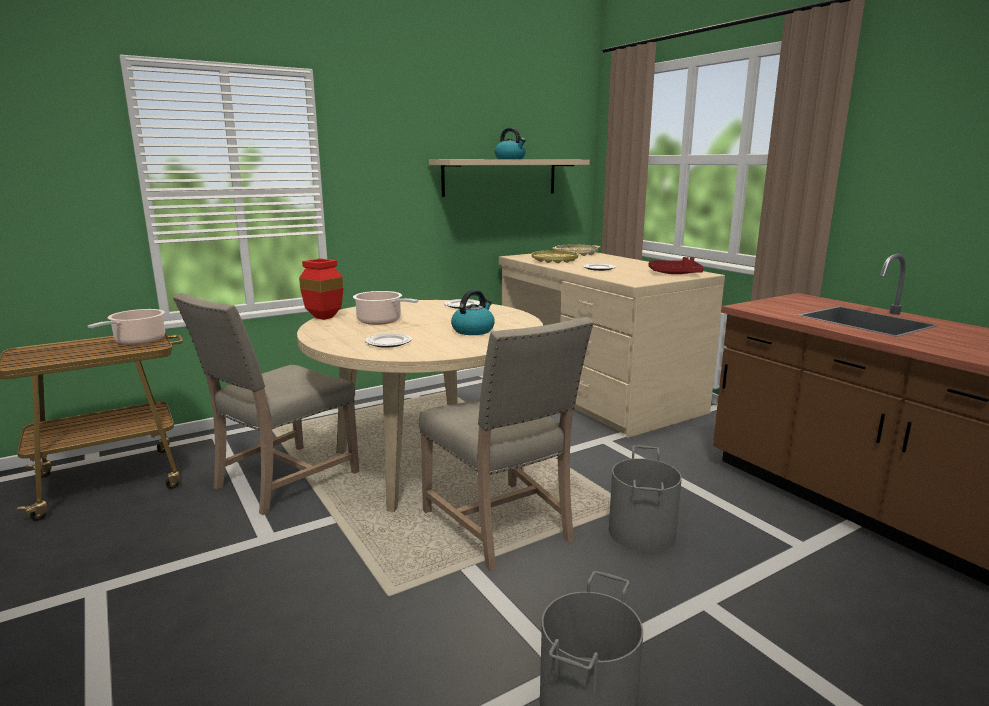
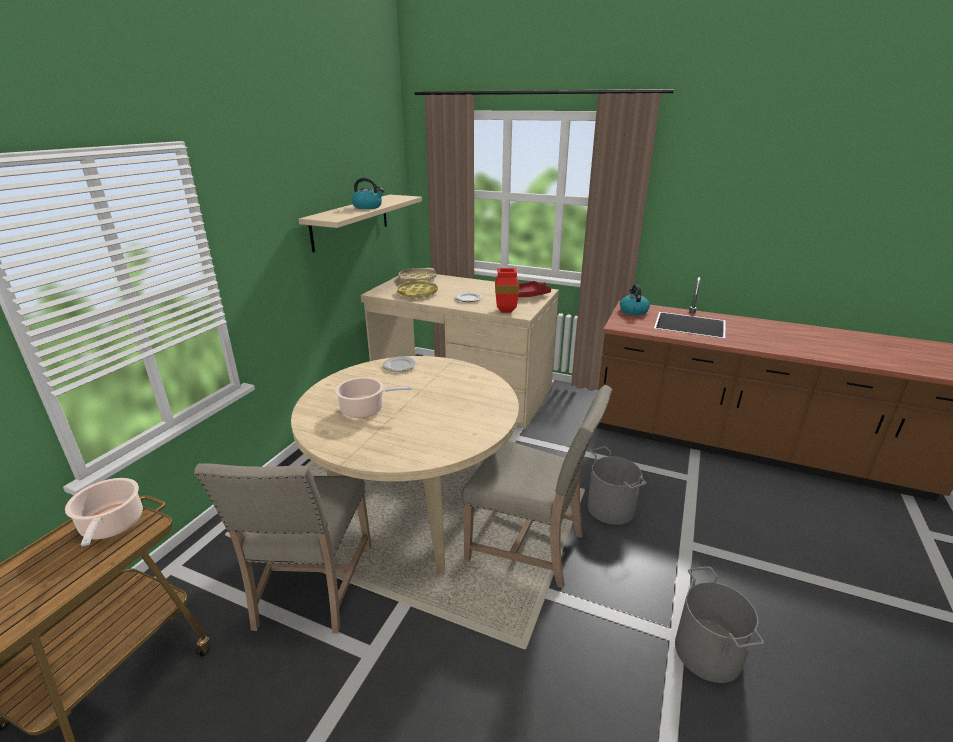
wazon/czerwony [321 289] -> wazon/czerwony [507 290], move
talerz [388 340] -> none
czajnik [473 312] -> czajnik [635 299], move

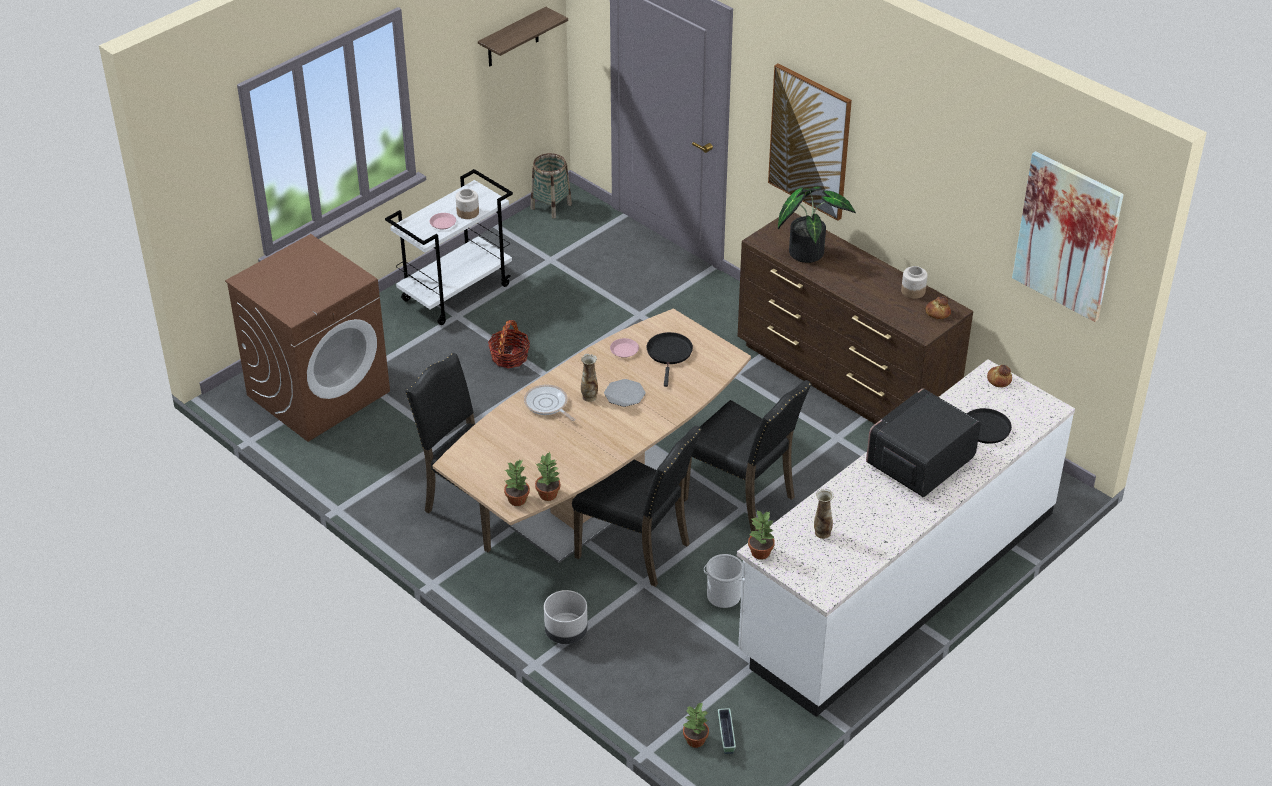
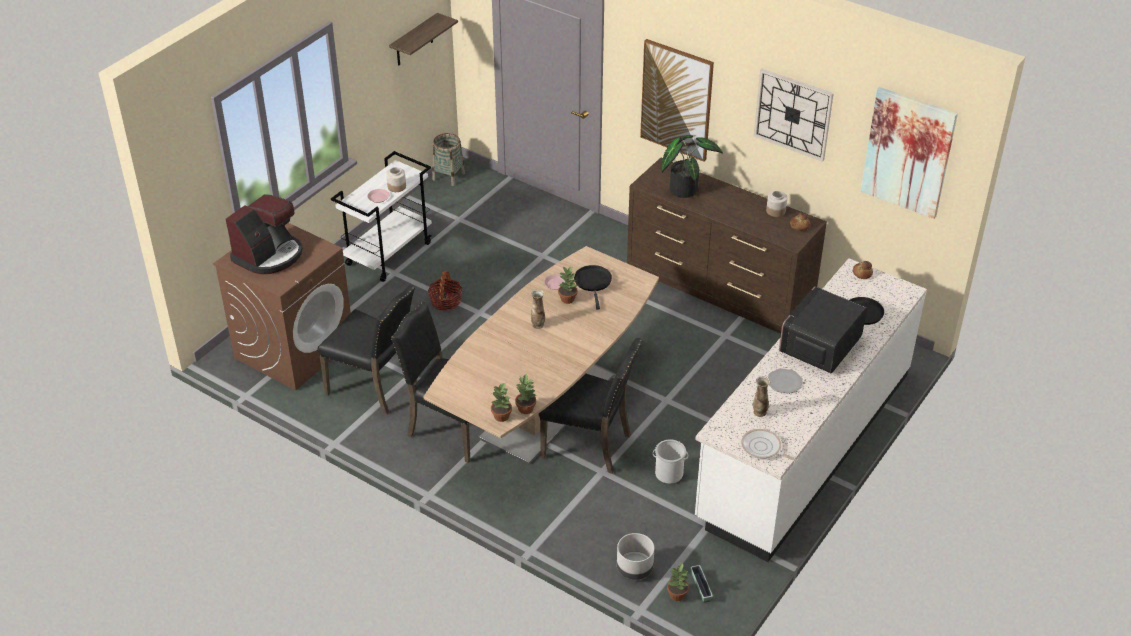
patelnia [549 403] -> patelnia [769 445], move
donica/szary [566 617] -> donica/szary [636 556], move
talerz [625 393] -> talerz [785 381], move
krzesło/czarny [748 455] -> krzesło/czarny [367 350], move
roślina doniczkowa [761 535] -> roślina doniczkowa [568 285], move
none -> ekspres do kawy [264 234]
none -> zegar ścienny [794 115]

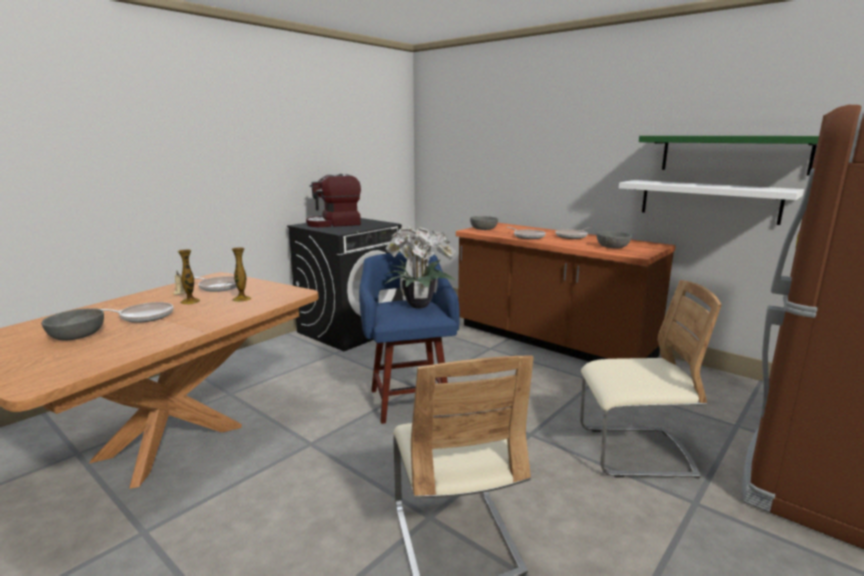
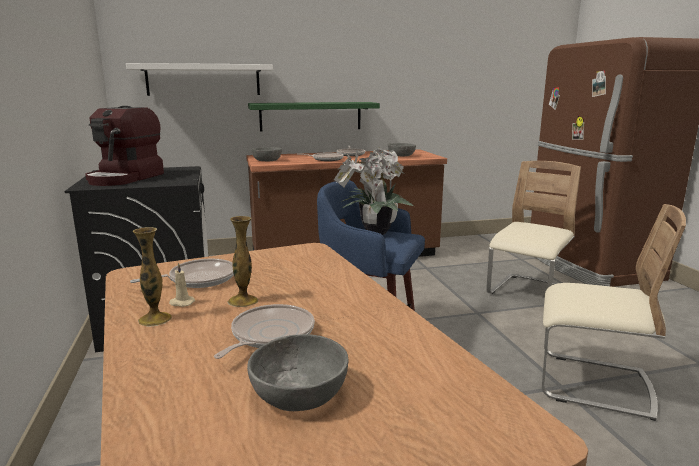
wazon [241 275] -> wazon [152 277], move
półka/biały [711 202] -> półka/biały [199 79], move
półka/zielony [729 156] -> półka/zielony [314 117], move

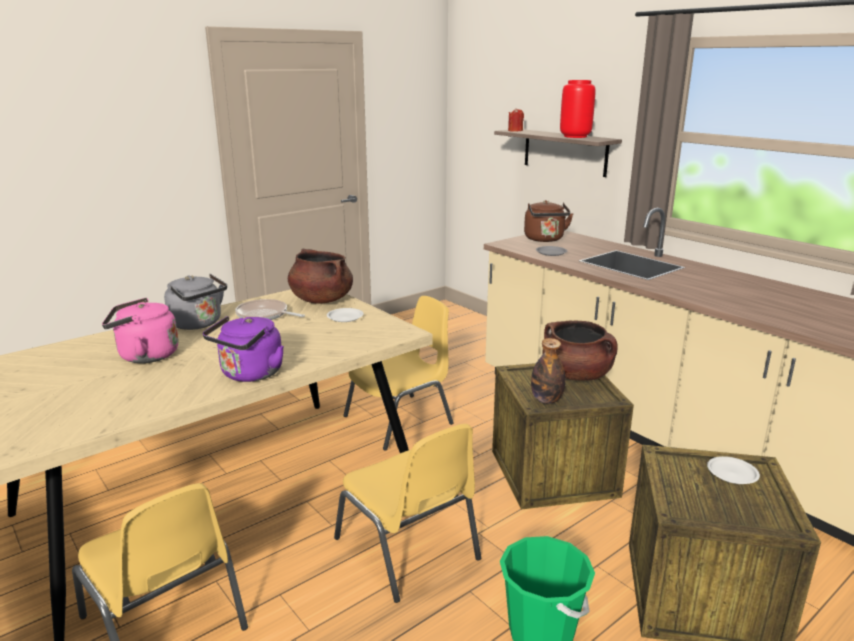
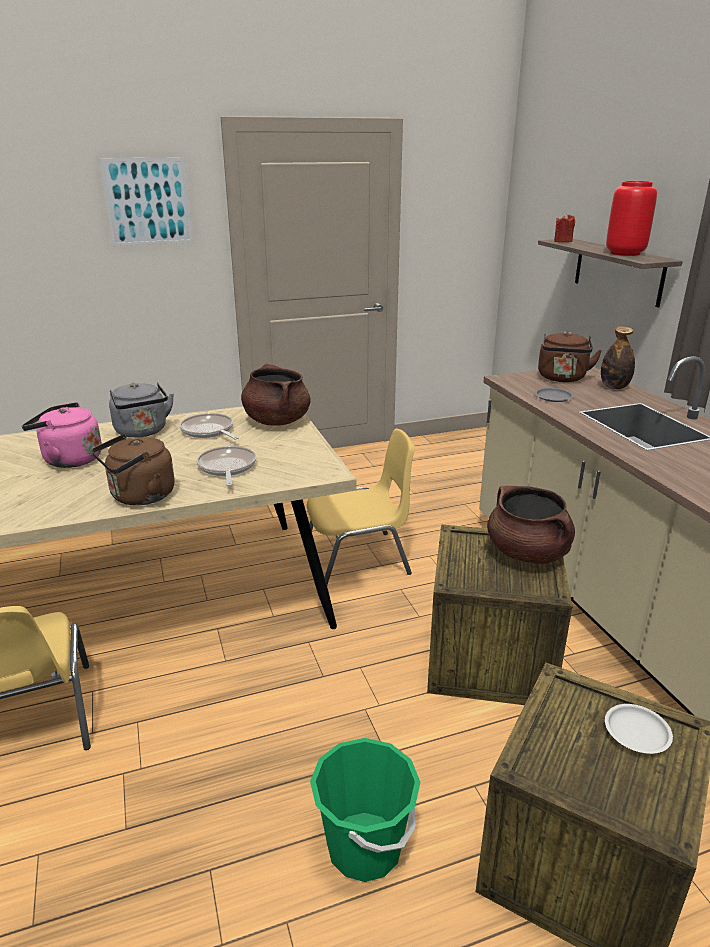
czajnik/fioletowy [243 349] -> czajnik/brązowy [133 469]
talerz/biały [345 315] -> none
krzesło/żółty [407 513] -> none
butelka [548 371] -> butelka [618 357], move
none -> obraz [146 201]
none -> patelnia [226 466]

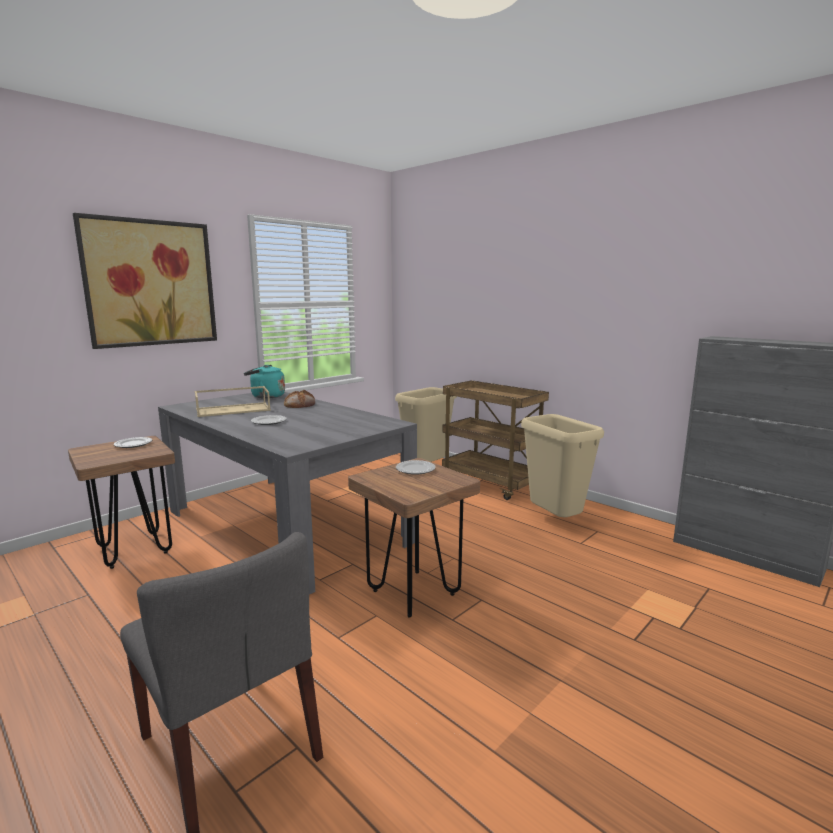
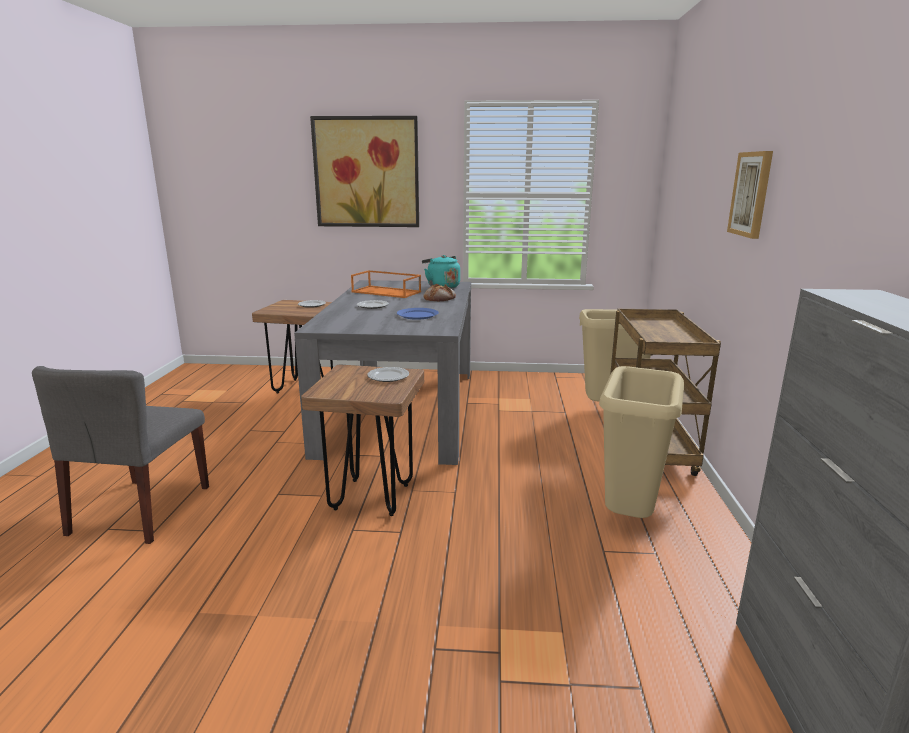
taca/beżowy [233 401] -> taca/pomarańczowy [386 284]
none -> talerz/niebieski [418 314]
none -> obraz [750 195]

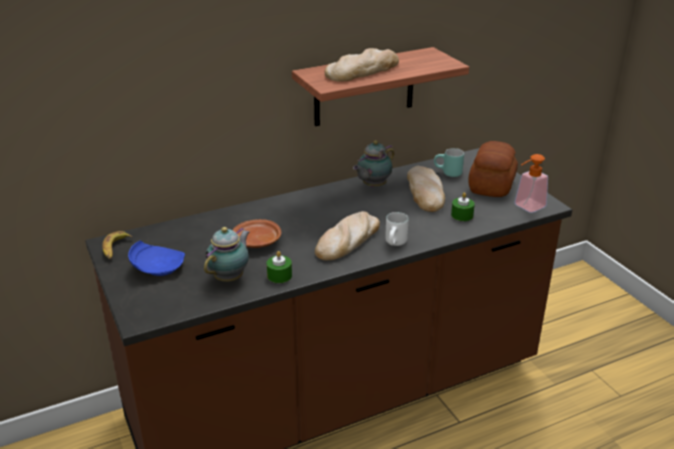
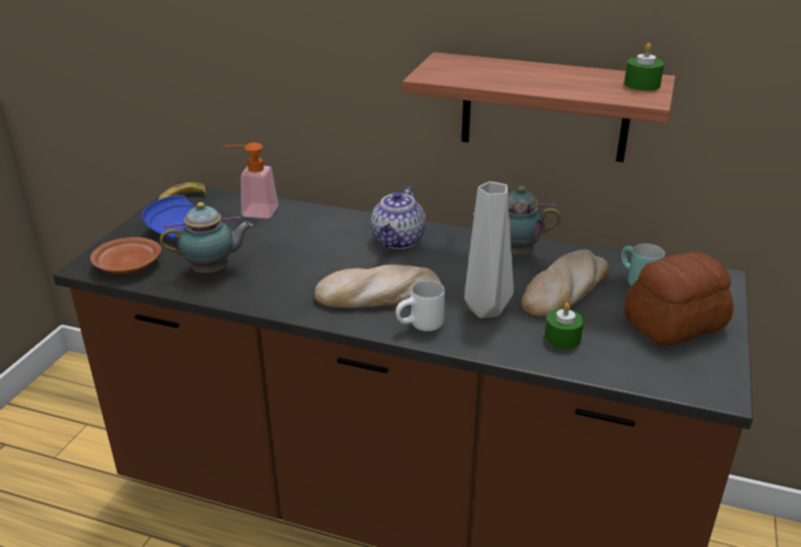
talerz/brązowy [257 233] -> talerz/brązowy [125 255], move
świeca/zielony [279 267] -> świeca/zielony [644 67], move
chleb [361 64] -> none
dozownik mydła [531 183] -> dozownik mydła [251 181], move
none -> imbryk [398 218]
none -> wazon/szary [489 249]

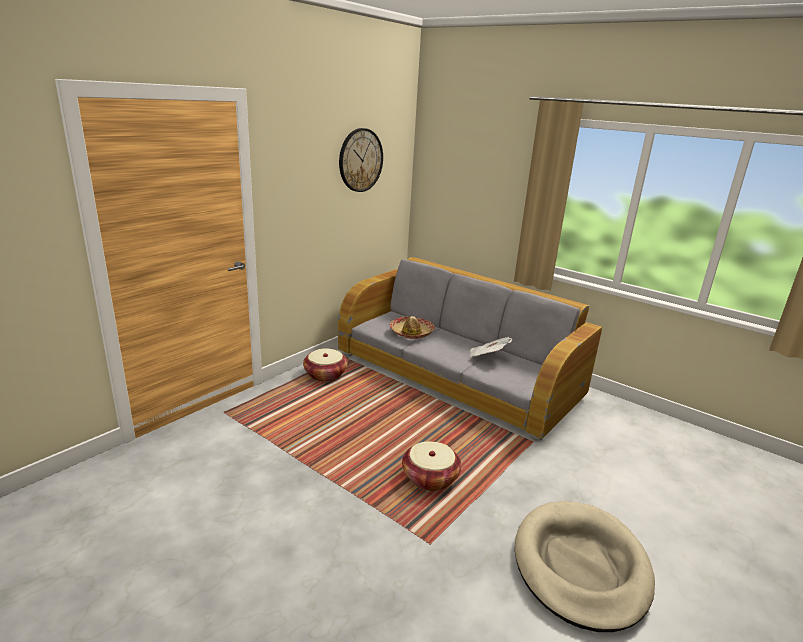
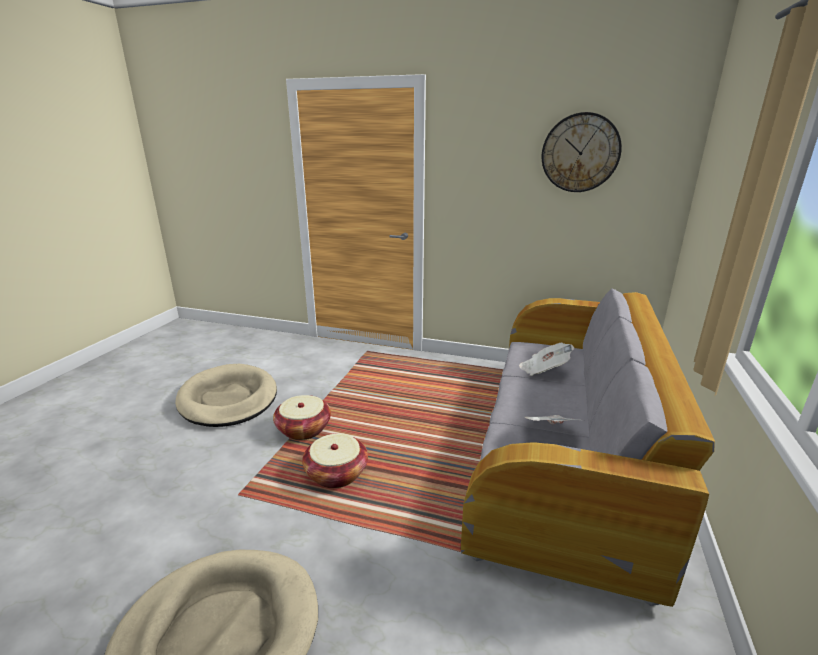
koszyk [325 365] -> koszyk [302 417], move
kapelusz [412 327] -> gazeta [546 359]
none -> legowisko/beżowy [226 395]

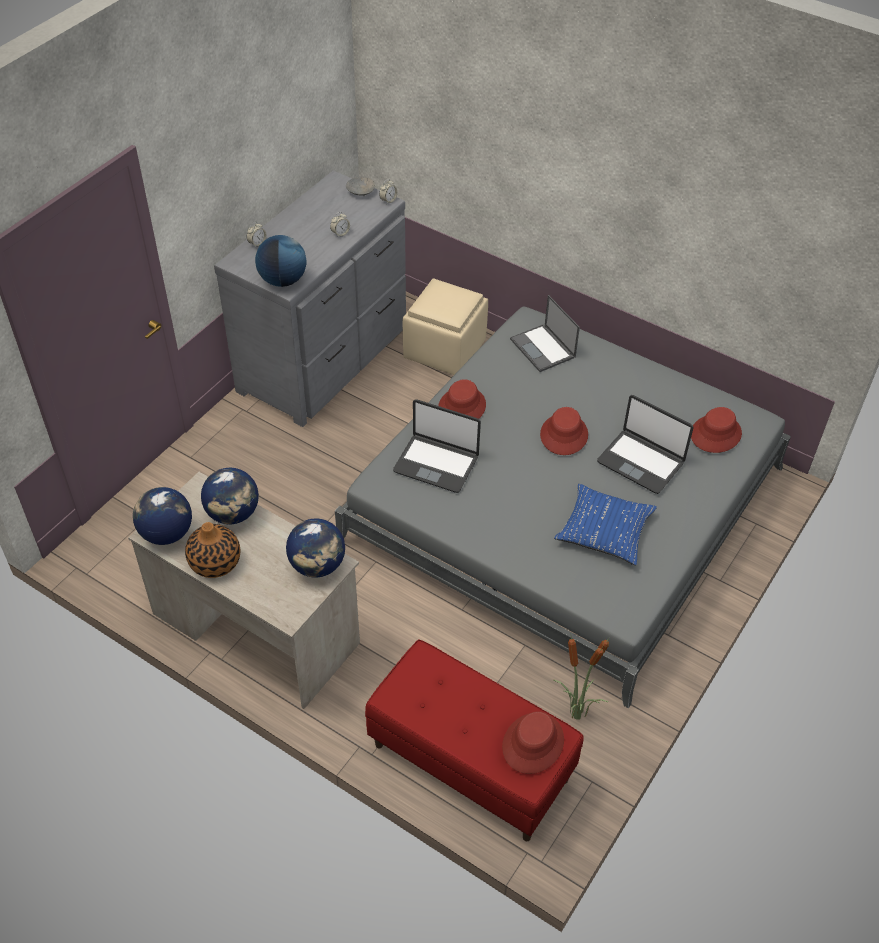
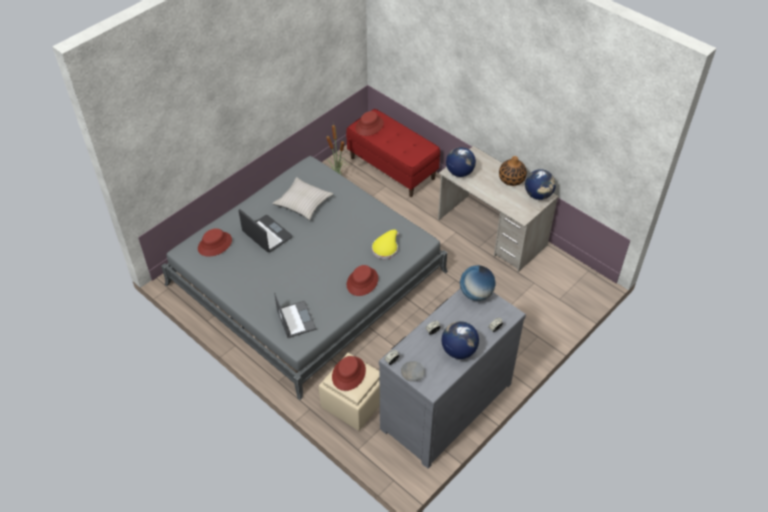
globus [230 496] -> globus [460 340], move
laptop [437 446] -> kapelusz/żółty [385 244]
kapelusz/czerwony [564 431] -> kapelusz/czerwony [349 373], move
poduszka/niebieski [605 524] -> poduszka/beżowy [302 198]

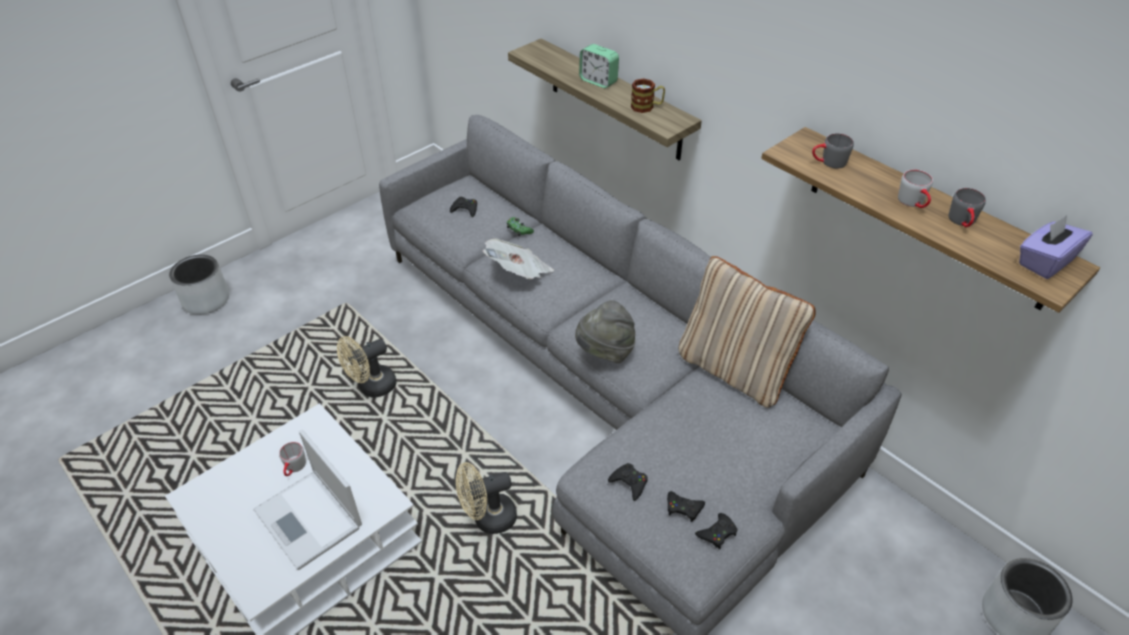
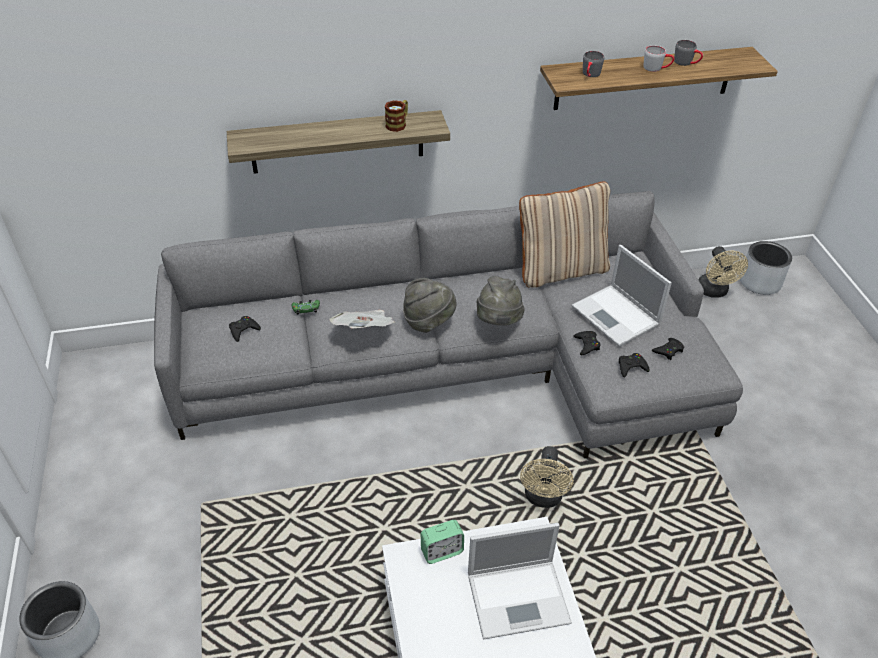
kubek/szary [292 459] -> none
wentylator/beżowy [367 366] -> wentylator/beżowy [723 272], move
budzik [599 66] -> budzik [442 542], move
pad do gier/czarny [716 531] -> pad do gier/czarny [587 343], move
pudełko chusteczek/fioletowy [1056 247] -> none
none -> kapelusz/szary [429 305]
none -> laptop [622 296]

